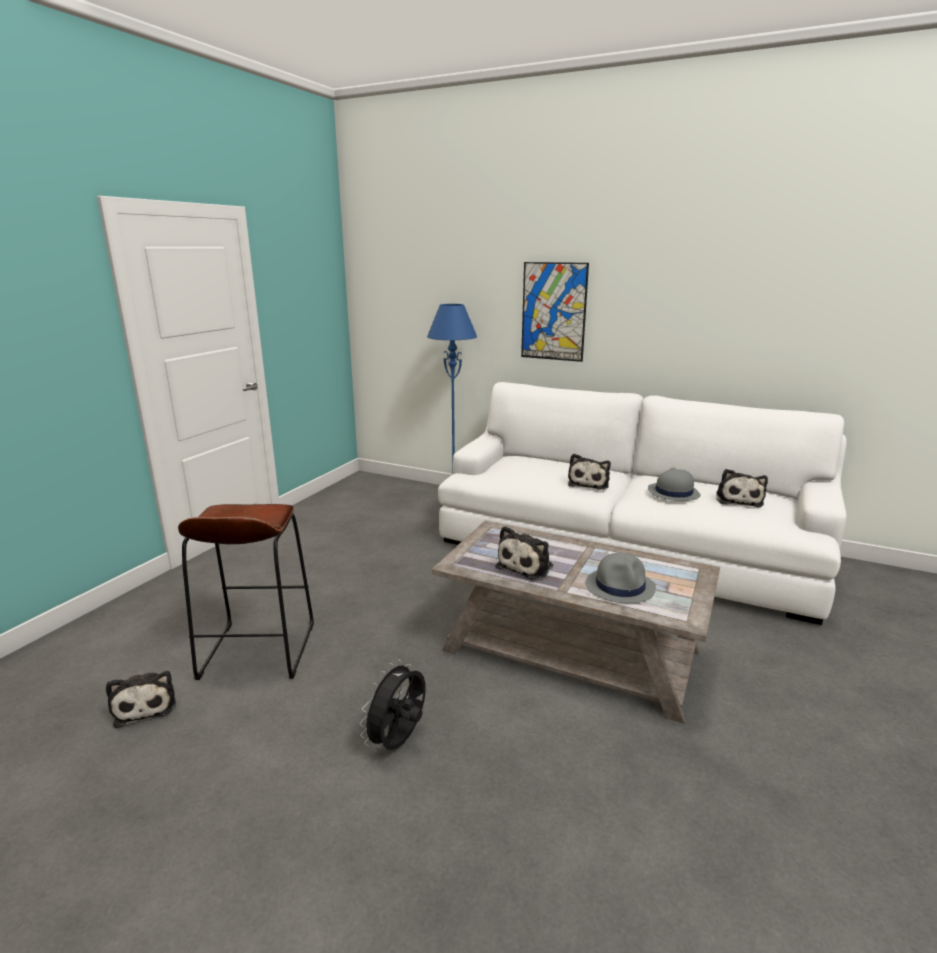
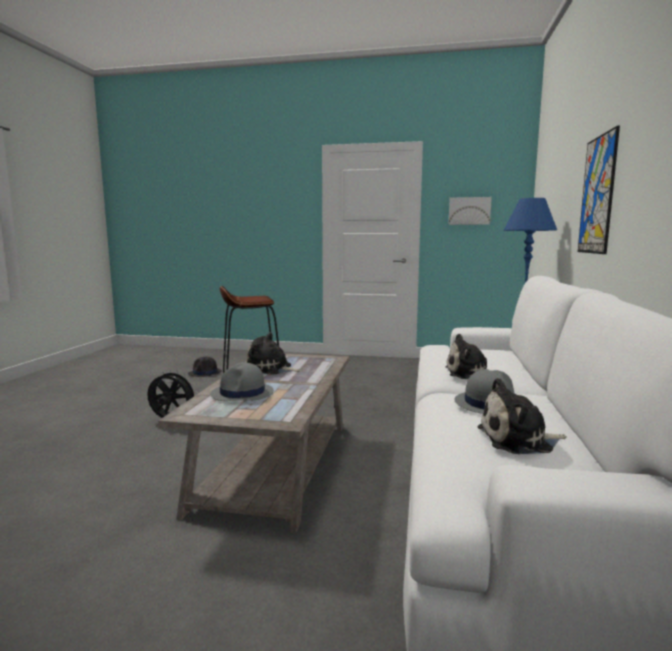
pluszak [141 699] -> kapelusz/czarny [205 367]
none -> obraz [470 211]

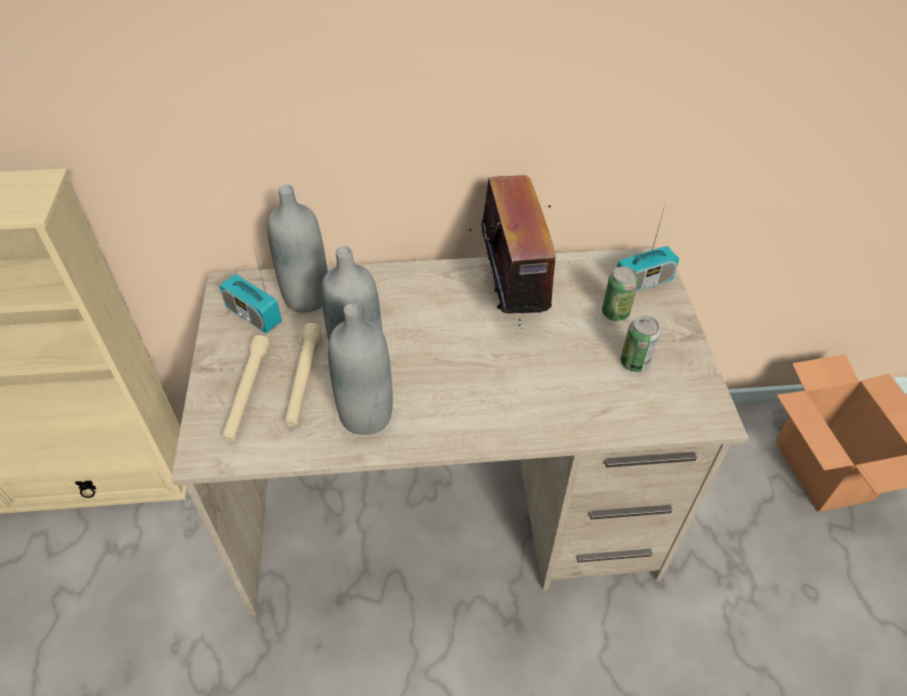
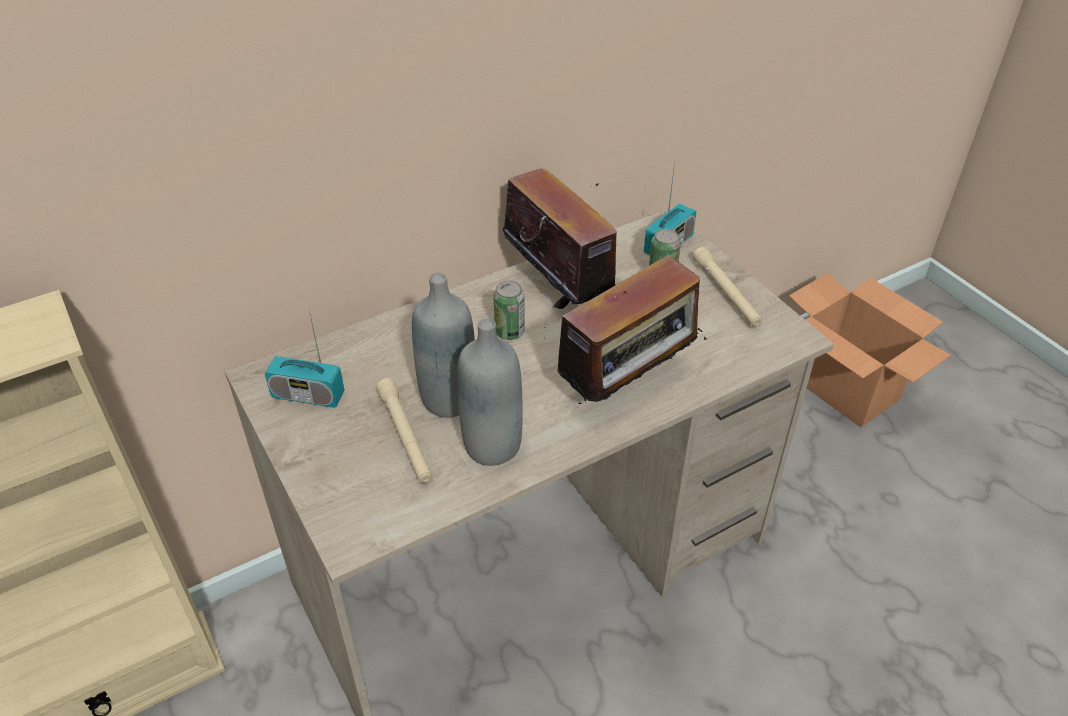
latarka/beżowy [245 388] -> latarka/beżowy [727 287], move
butelka/szary [297 249] -> none
puszka [640 343] -> puszka [509 310], move
none -> radio [625 332]

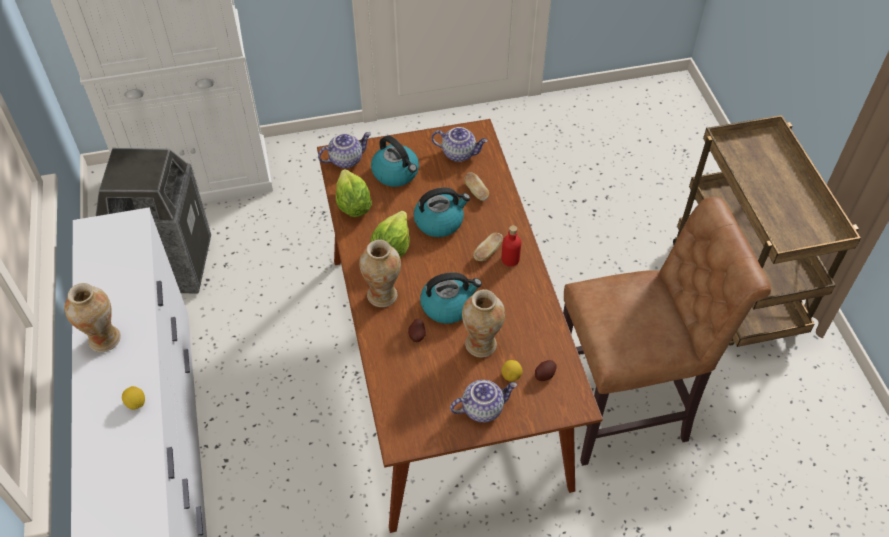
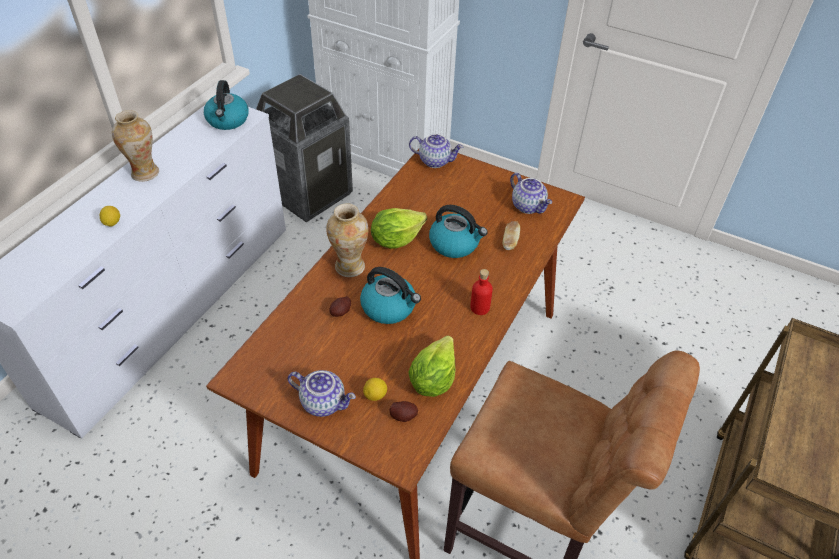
sałata [354 193] -> sałata [431 366], move
czajnik [395 161] -> czajnik [226 105], move
wazon [483 323] -> none
chleb [488 246] -> none

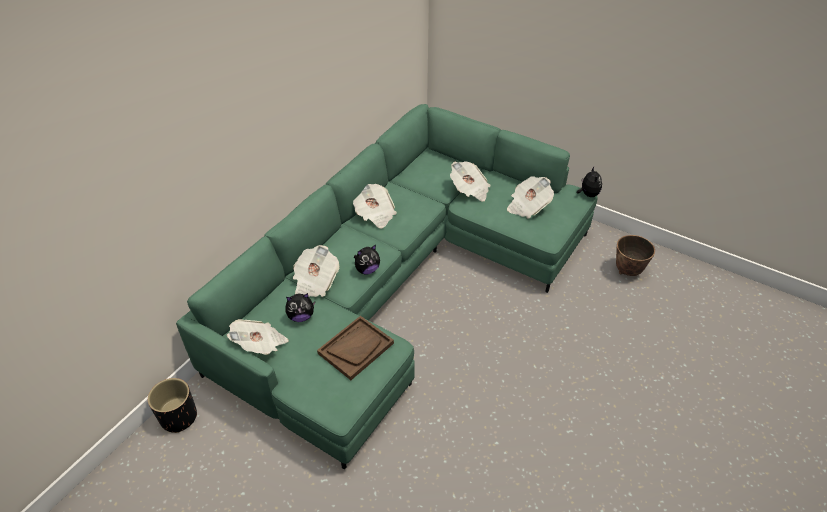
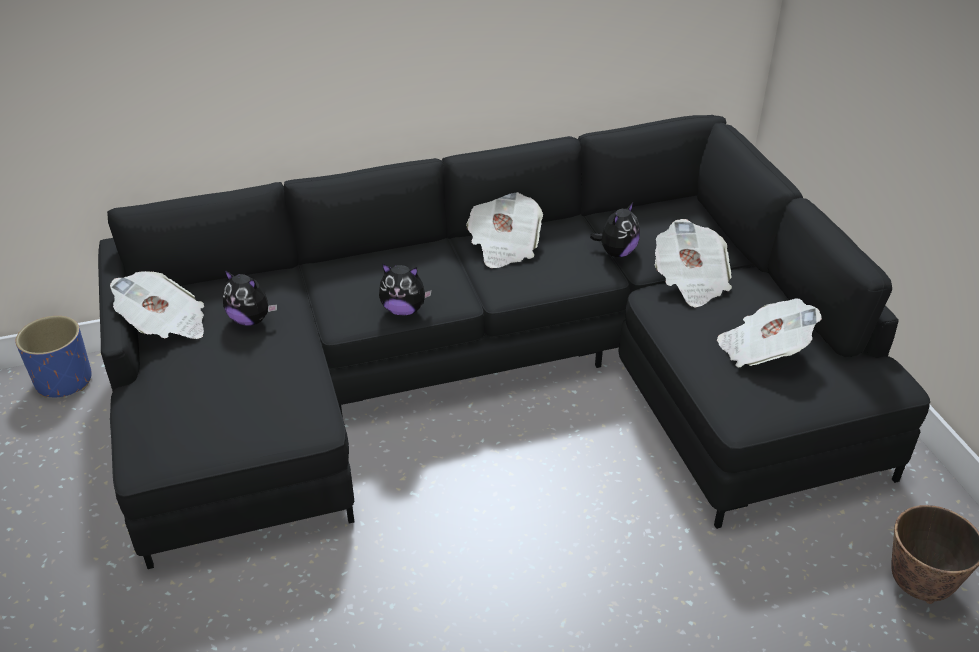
donica/czarny [172 405] -> donica/niebieski [54 357]
kanapa/zielony [386 287] -> kanapa/czarny [514 342]
gazeta [316 271] -> none
taca/brązowy [355 348] -> none
pluszak [589 182] -> pluszak [615 229], move

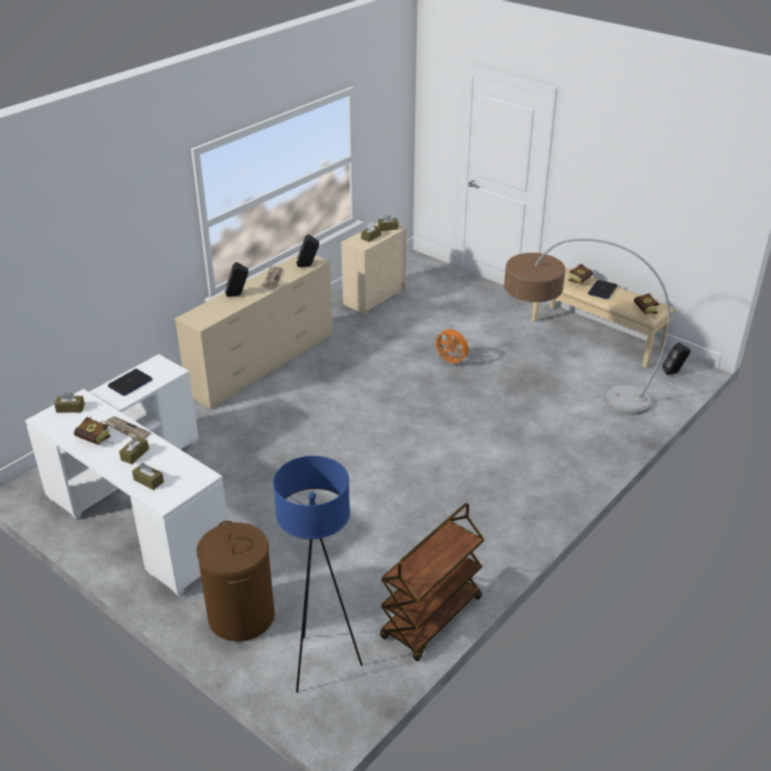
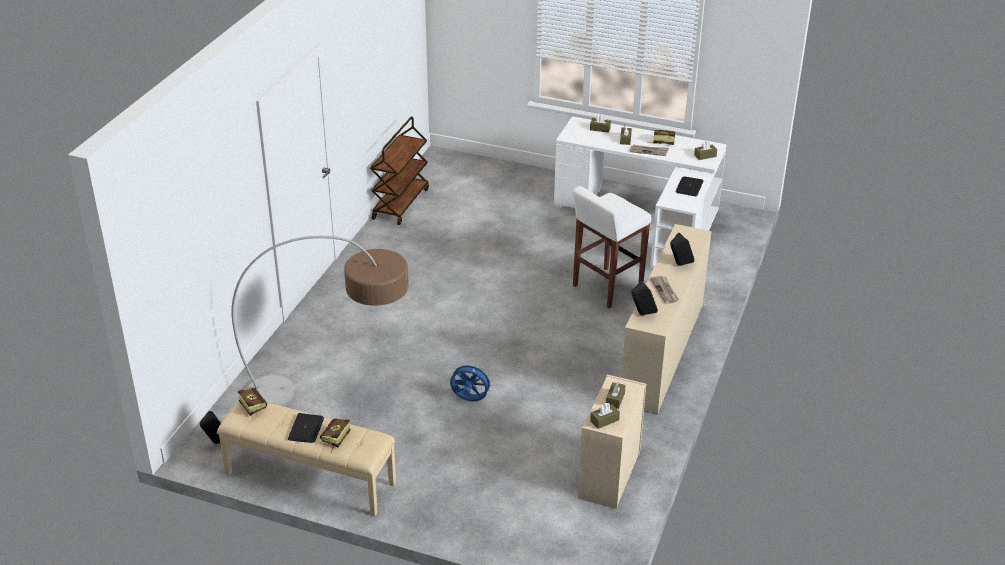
kosz na pranie/brązowy [236 581] -> none
lampa stojąca/niebieski [318 574] -> none
wentylator/pomarańczowy [451 347] -> wentylator/niebieski [471 381]
none -> stołek/biały [612 247]

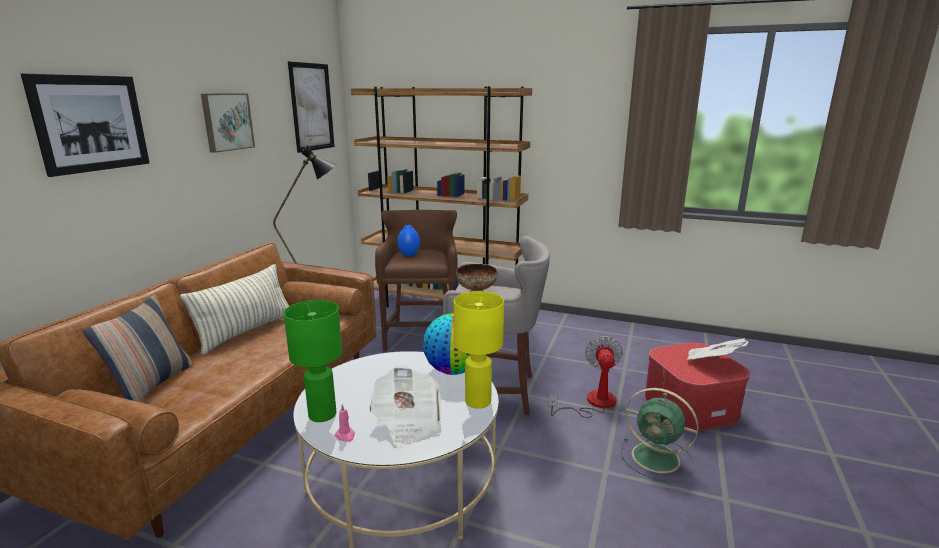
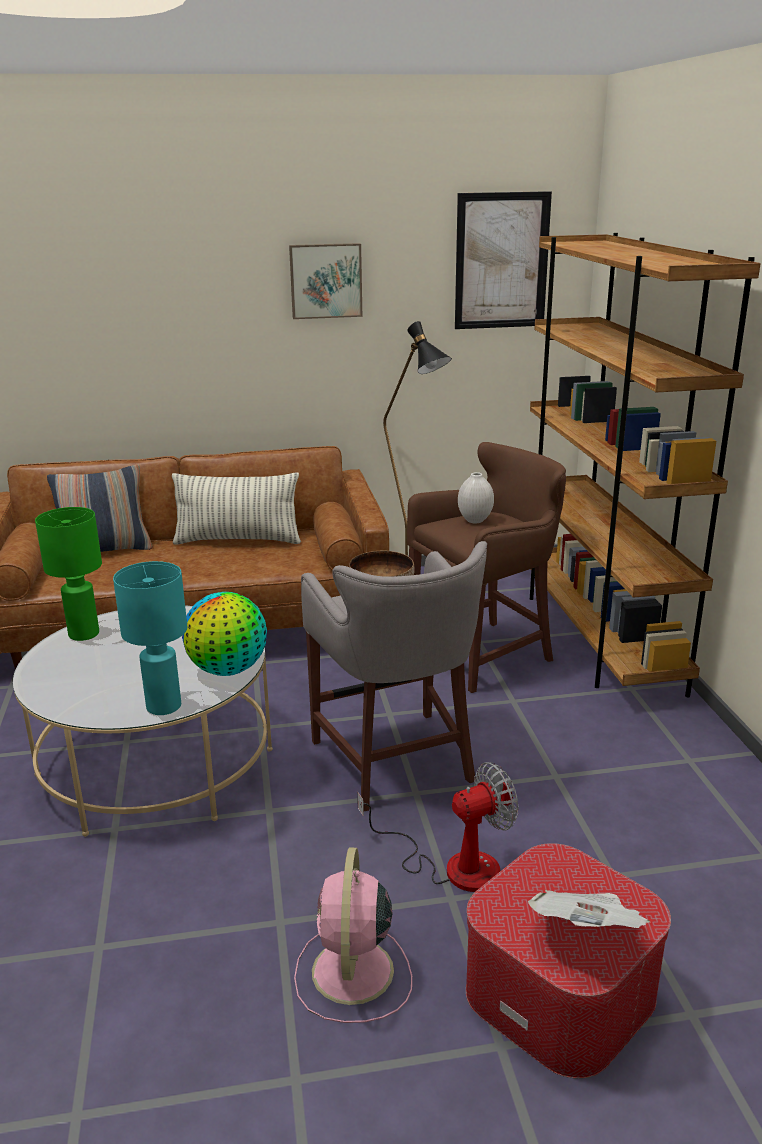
obraz [85 125] -> none
świeca/różowy [344 423] -> none
gazeta [405 406] -> none
wazon/niebieski [408 241] -> wazon/biały [476 497]
lampa stołowa/żółty [479 350] -> lampa stołowa/turkusowy [150 638]
wentylator/zielony [660 435] -> wentylator/różowy [353 935]

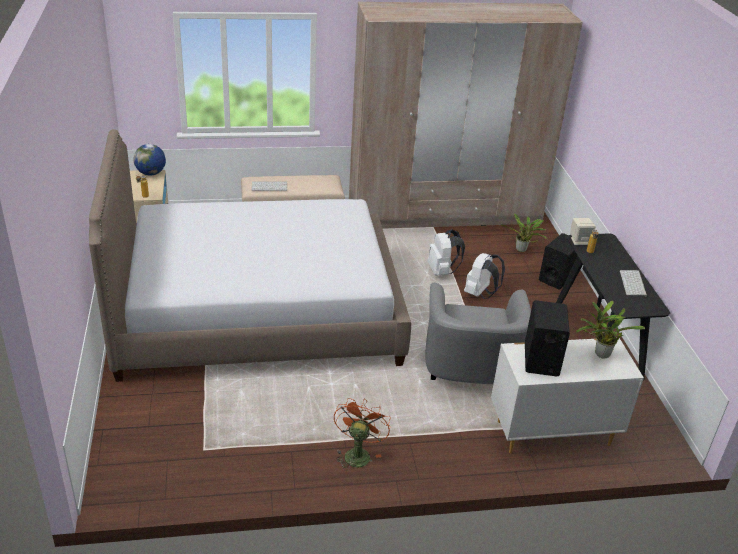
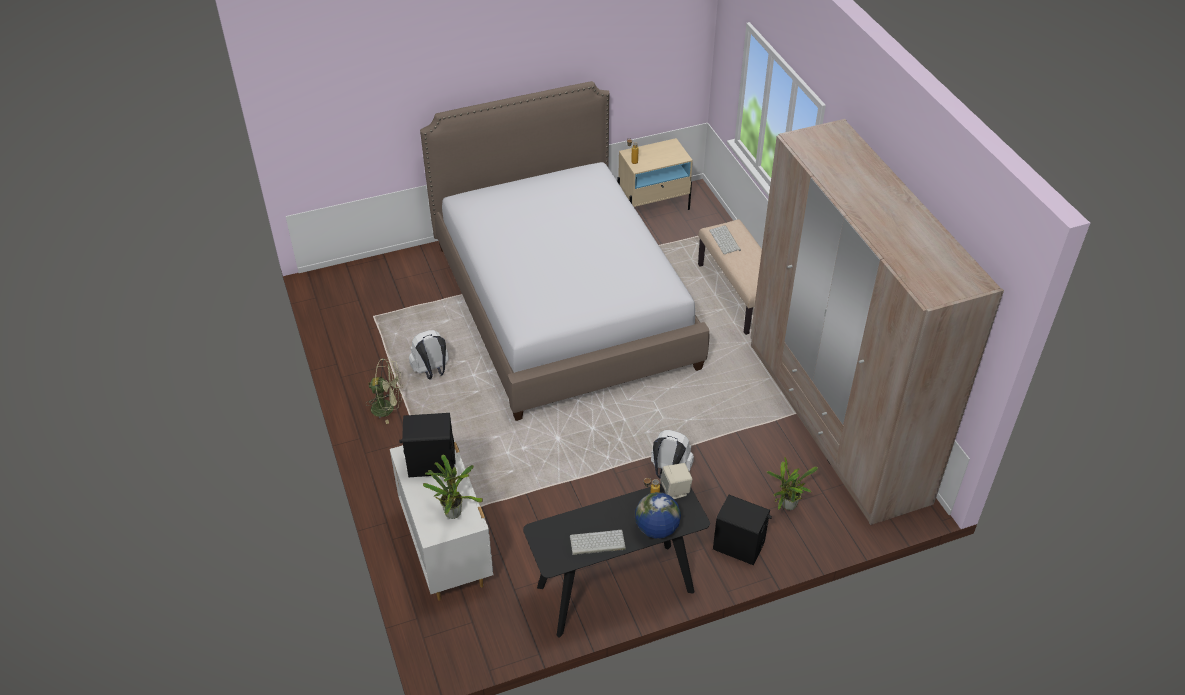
globus [150 160] -> globus [658 515], move
wentylator/pomarańczowy [362 434] -> wentylator/zielony [384 391]
fotel/szary [478 333] -> none
plecak/biały [446 252] -> plecak/biały [429 354], move

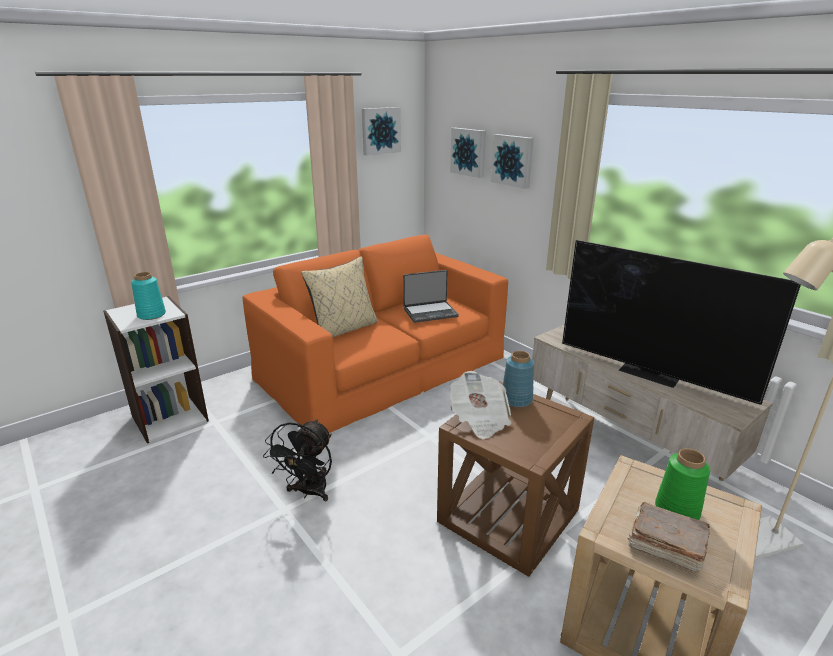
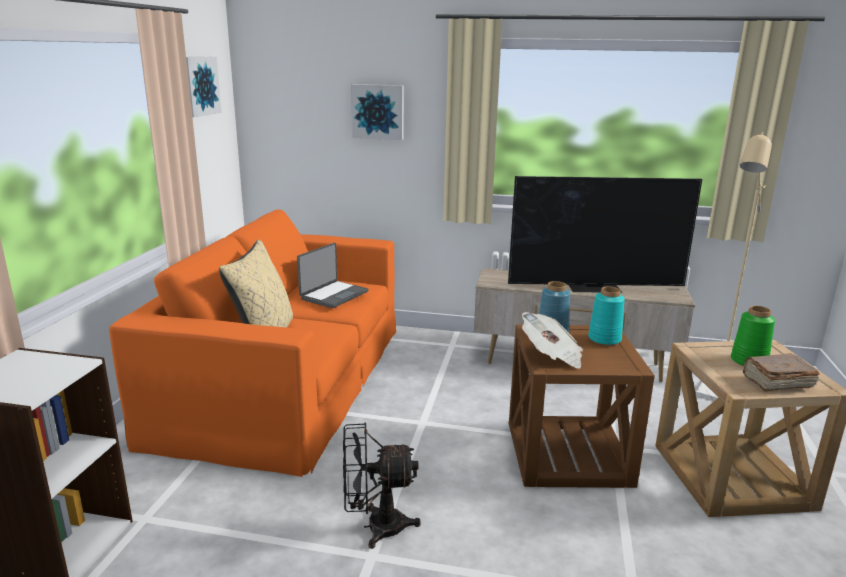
wazon/turkusowy [148 296] -> wazon/turkusowy [606 315], move
wentylator/czarny [297 460] -> wentylator/czarny [382 485], 105 degrees clockwise
obraz [468 153] -> none

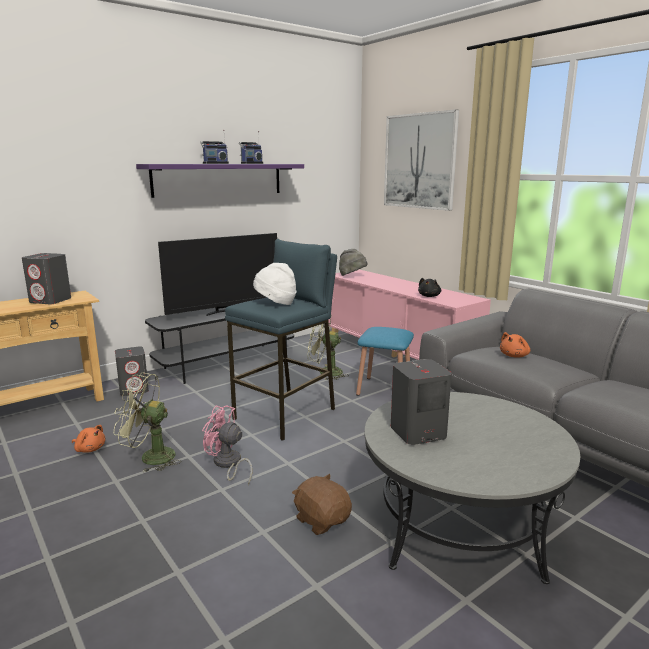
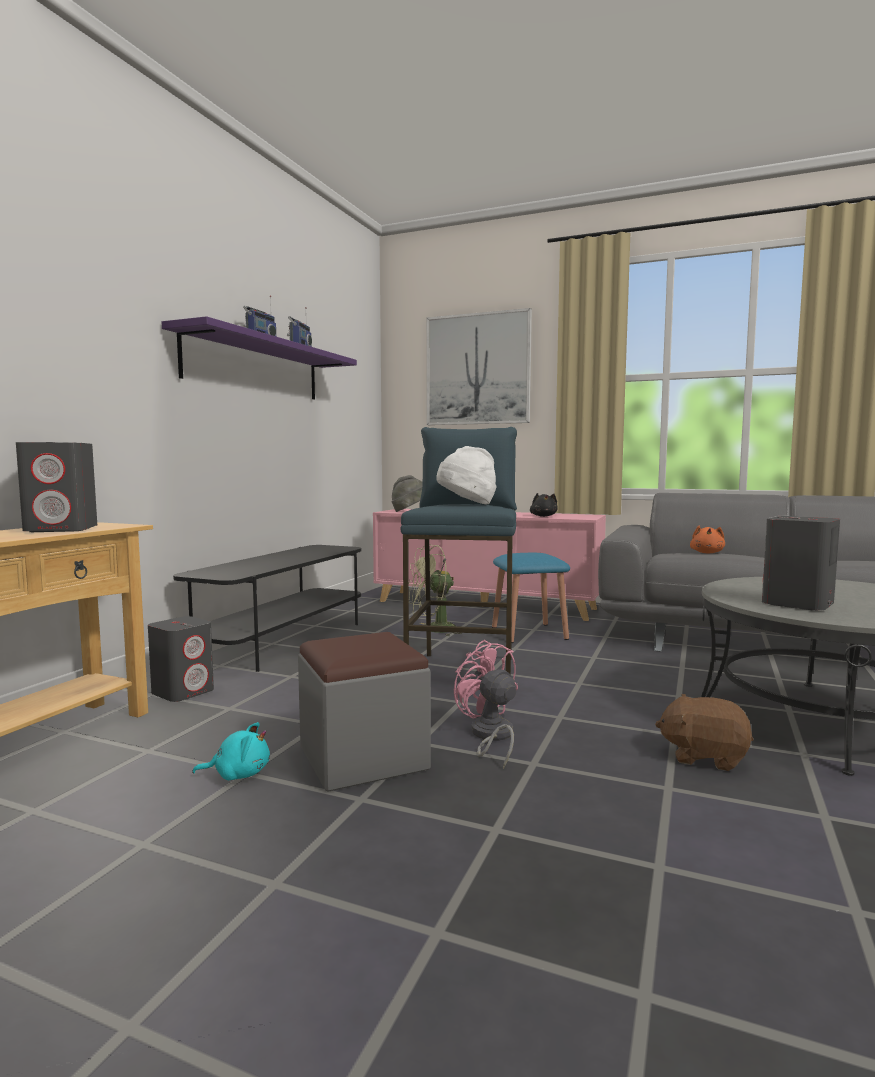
pluszak/pomarańczowy [88 439] -> pluszak/turkusowy [231 751]
wentylator/zielony [148 422] -> pufa/szary [364 712]
telewizor [217 274] -> none
wentylator/różowy [227 445] -> wentylator/różowy [486 704], 60 degrees clockwise

